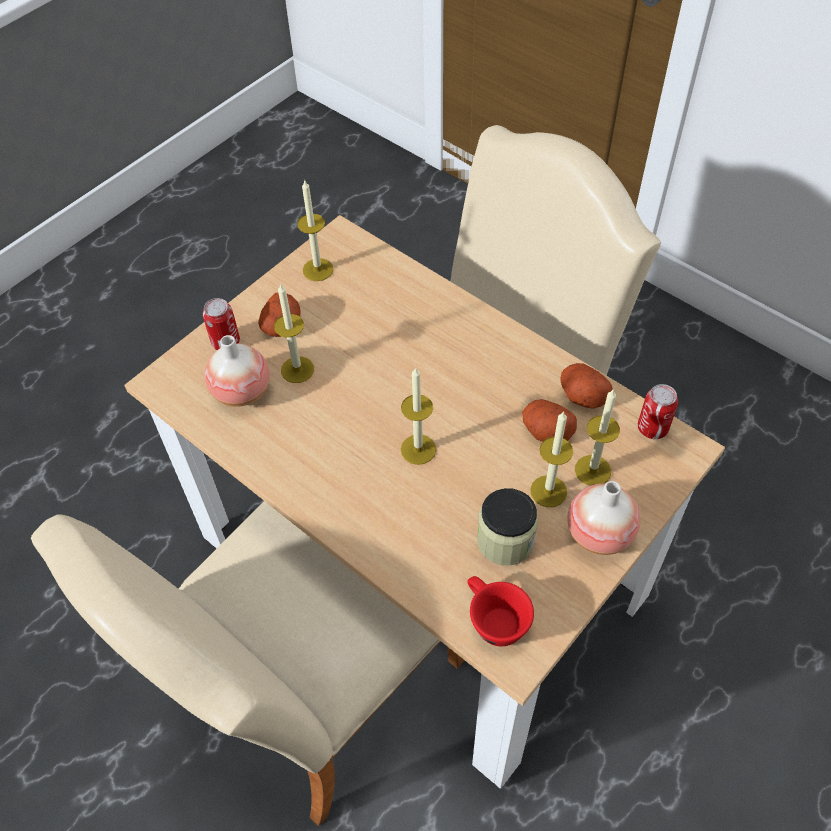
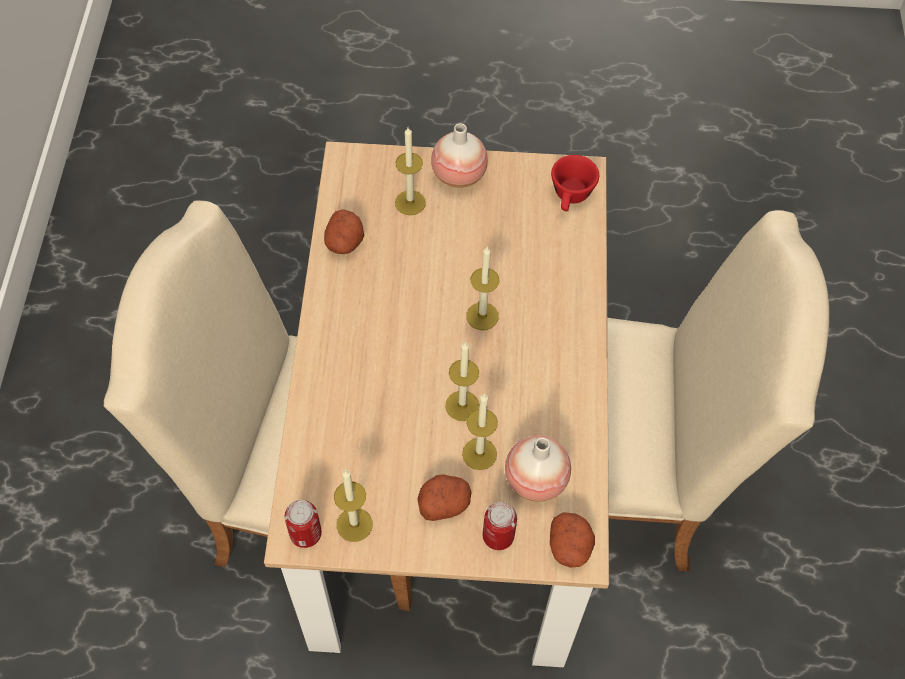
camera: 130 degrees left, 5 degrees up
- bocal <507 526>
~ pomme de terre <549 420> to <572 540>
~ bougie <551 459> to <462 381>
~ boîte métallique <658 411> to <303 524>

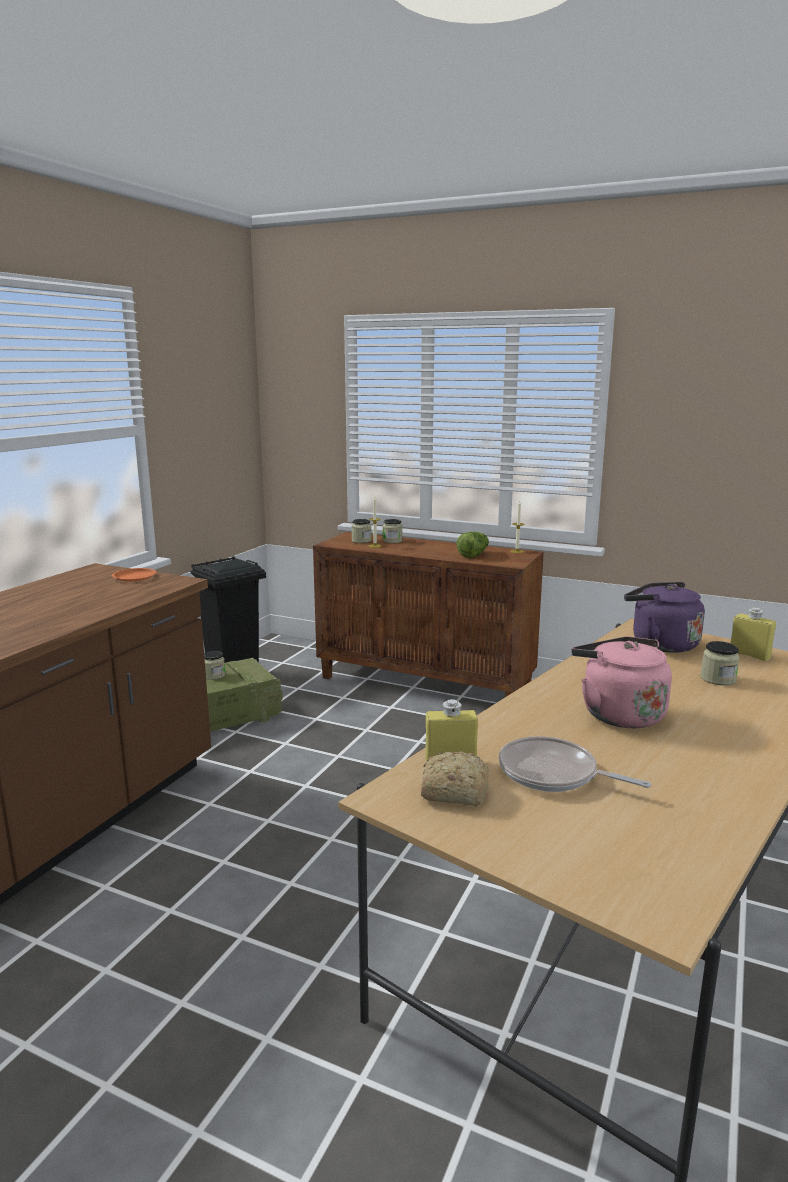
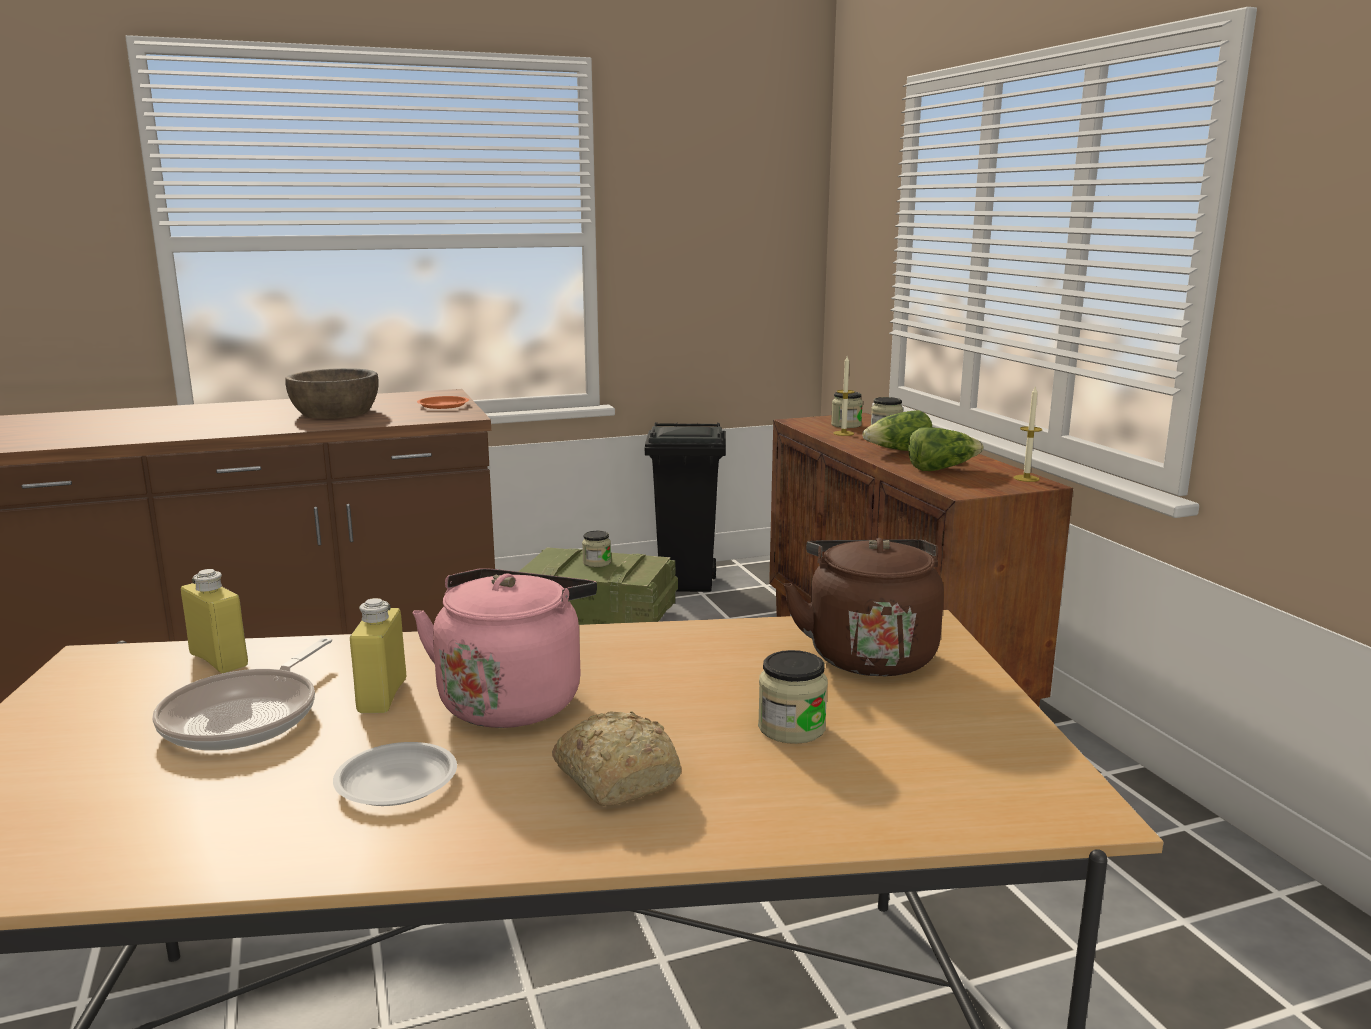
camera: 45 degrees right, 0 degrees up
~ pain <455 778> to <616 758>
~ poêle <575 764> = <242 693> 150 degrees counterclockwise
~ bouilloire [violet] <664 617> to bouilloire [marron] <863 607>
~ bouteille [jaune] <753 634> to <378 655>
+ bol [marron] <331 393>
+ assiette [blanc] <395 774>
+ laitue <897 430>

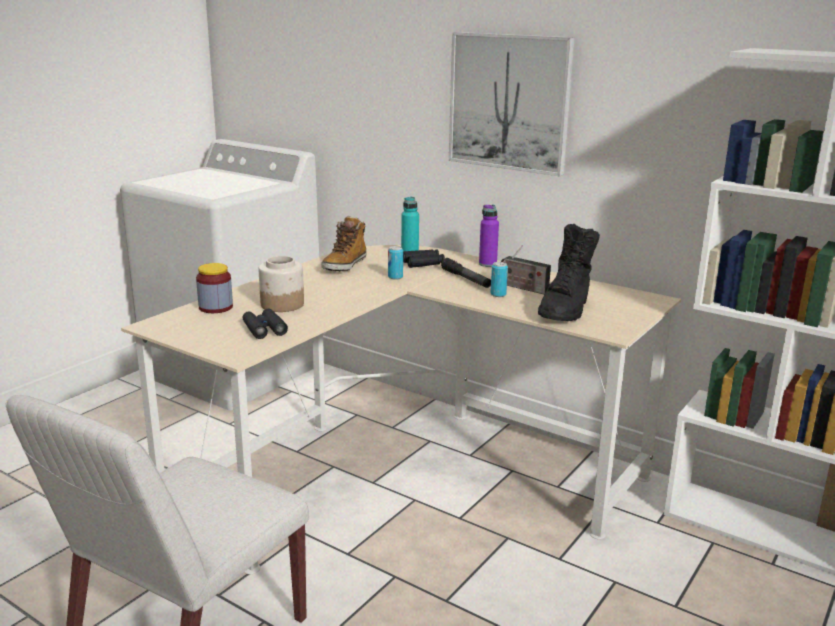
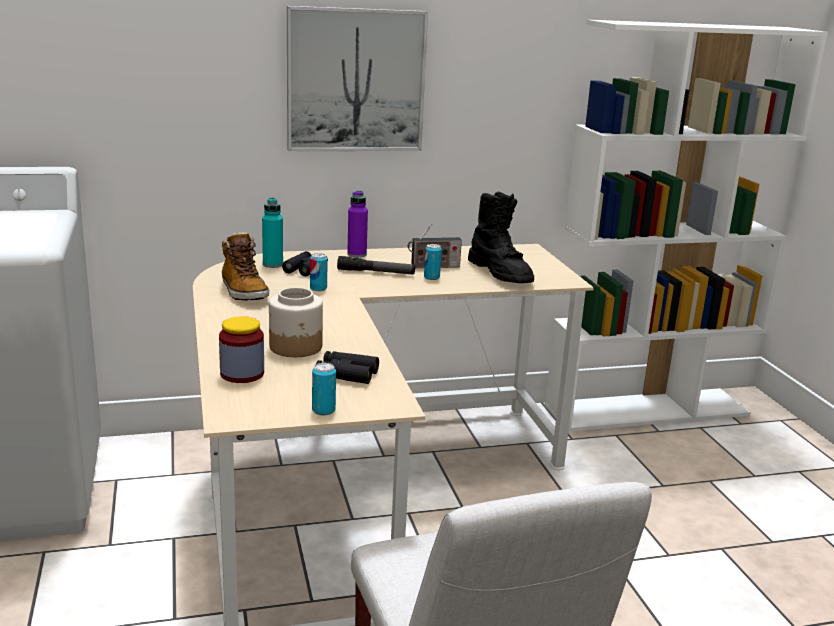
camera: 50 degrees left, 0 degrees up
+ boîte métallique <324 389>

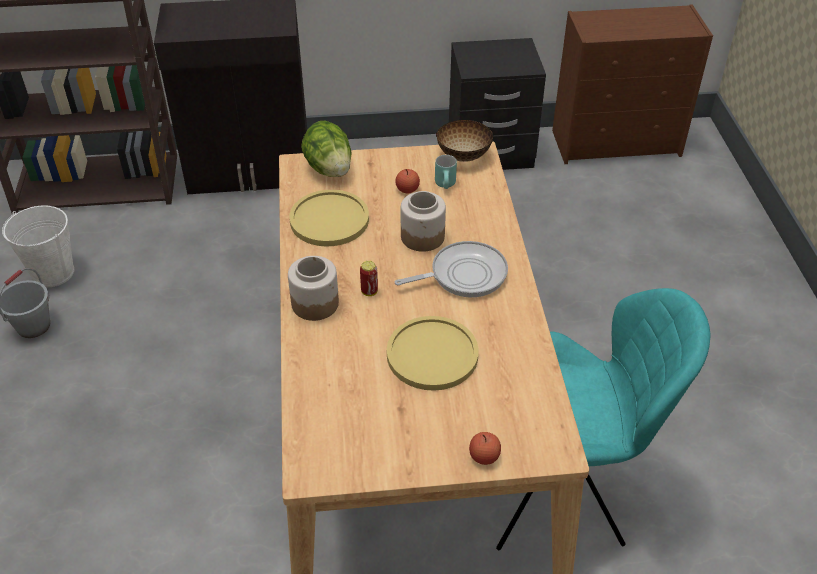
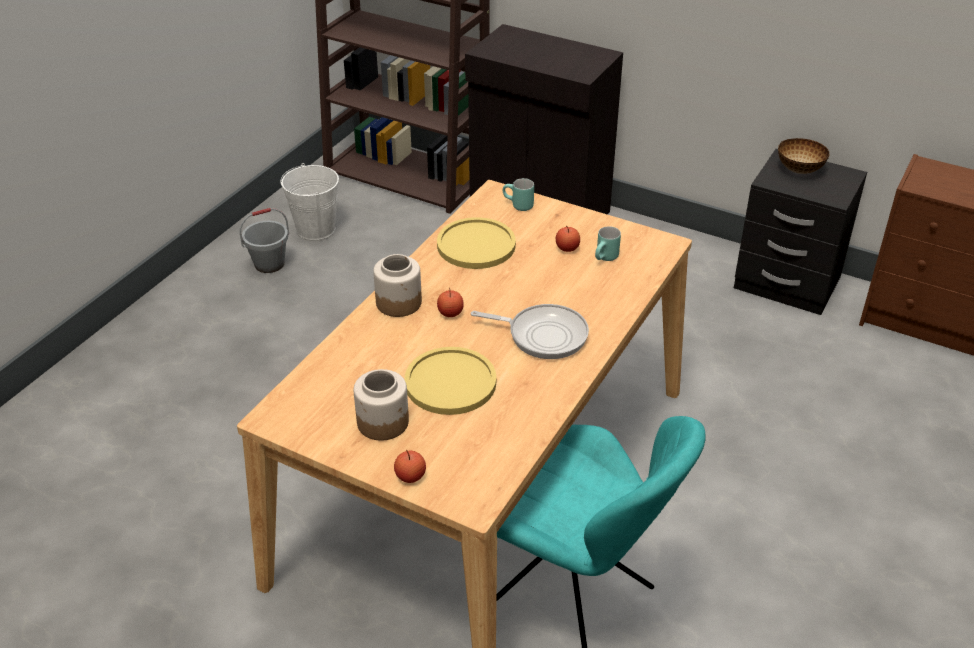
camera: 35 degrees right, 5 degrees down
~ laitue <326 148> to mug [turquoise] <518 194>
~ boîte métallique <369 278> to pomme <450 302>
~ bocal <423 221> to <381 404>
~ bol <464 141> to <803 156>

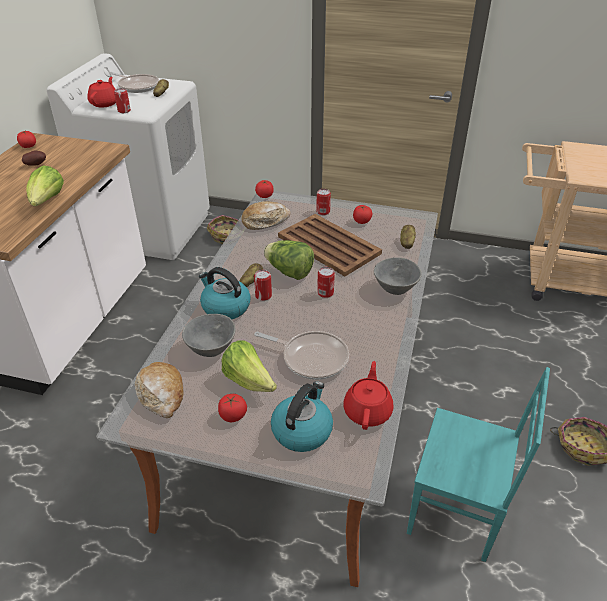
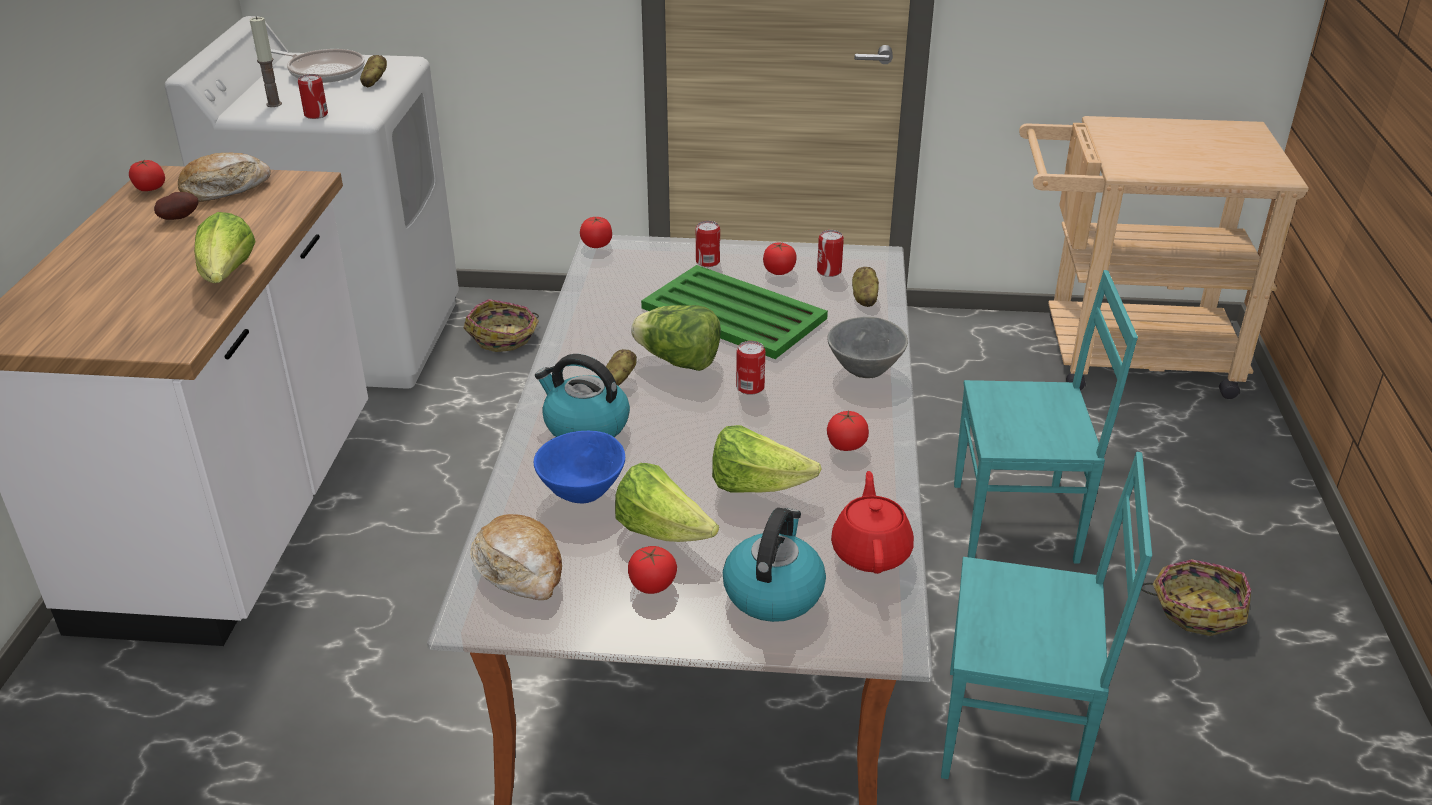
camera: 10 degrees left, 5 degrees down
~ théière [rouge] <101 92> to bougie <265 62>
~ bol [gris] <209 335> to bol [bleu] <579 467>
~ pain <266 215> to <224 177>
~ boîte métallique <263 285> to <830 253>
~ poêle <301 355> to laitue <767 459>
~ plateau [marron] <330 245> to plateau [vert] <734 312>
+ tomate <848 430>
+ chaise [turquoise] <1046 417>

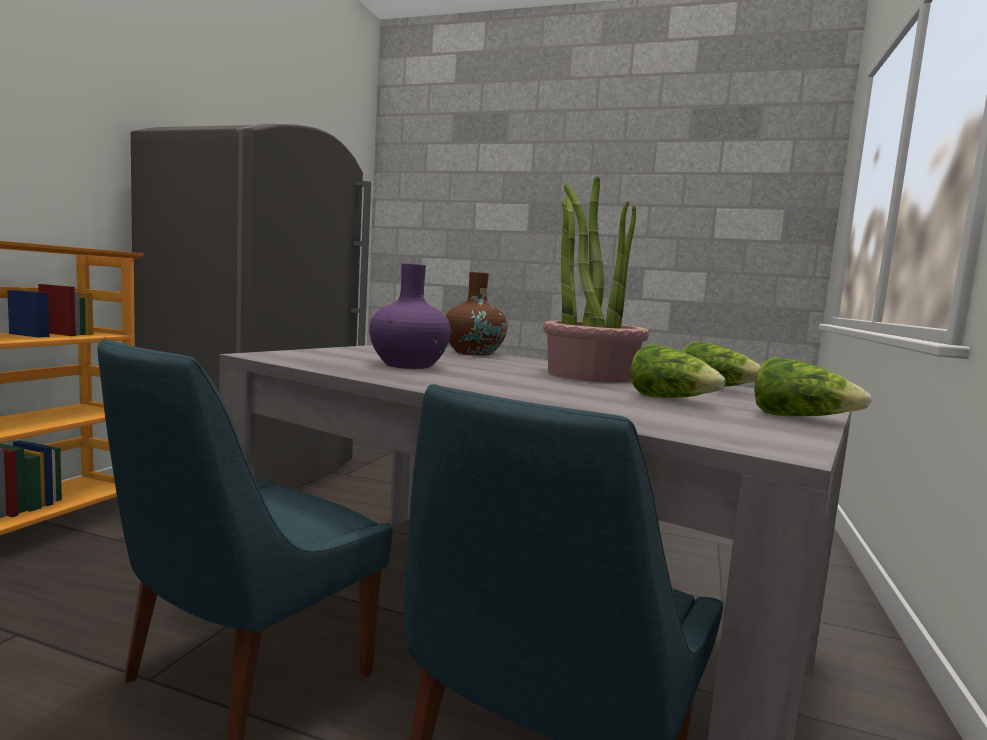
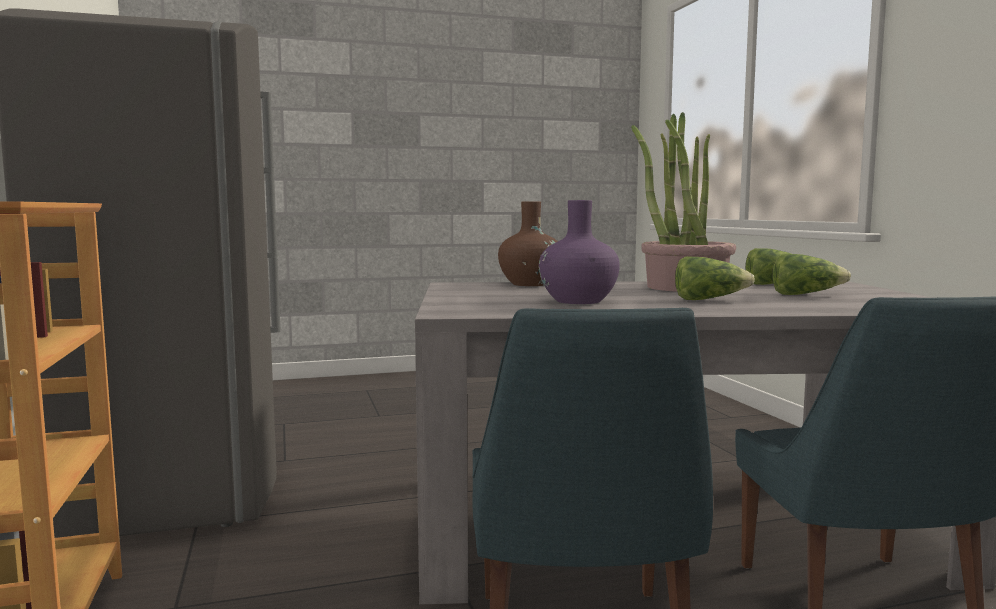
camera: 35 degrees left, 0 degrees up
~ laitue <813 386> to <715 278>

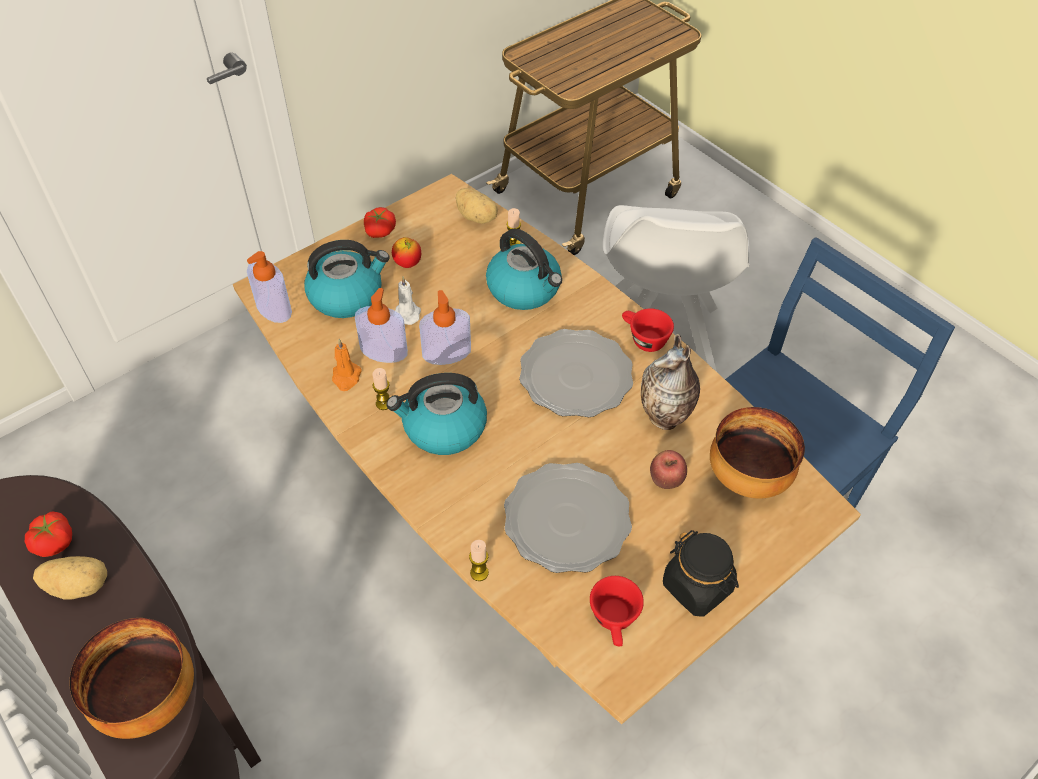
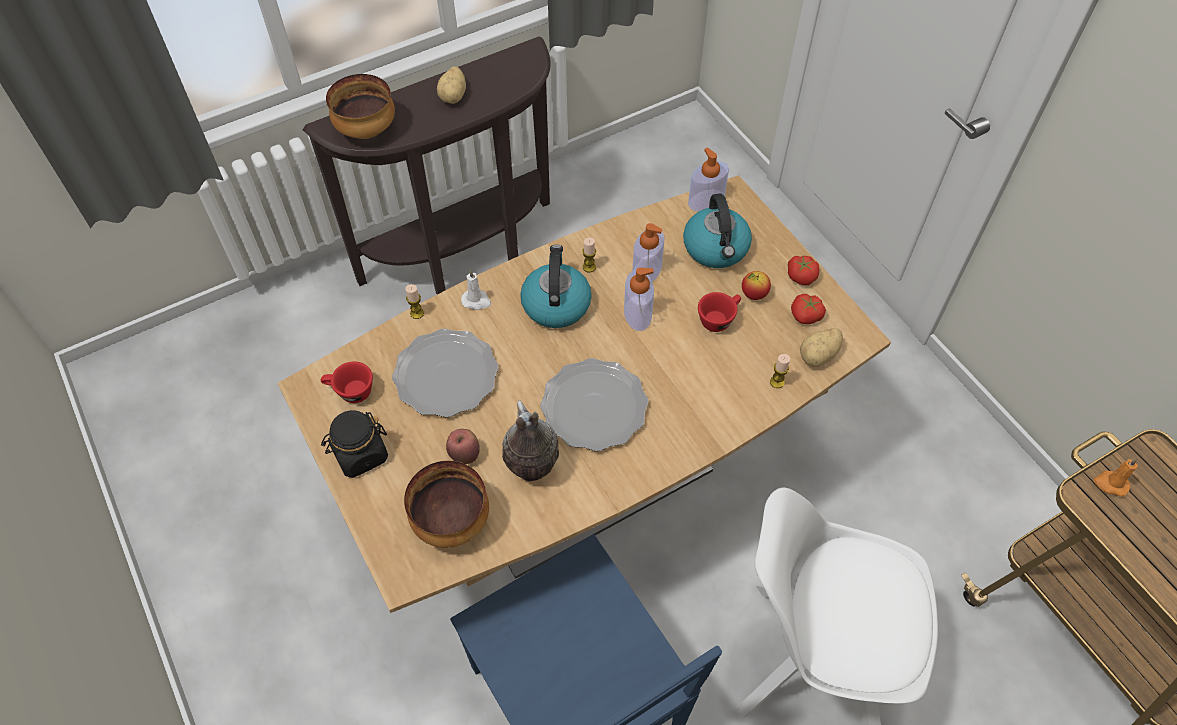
camera: 100 degrees right, 5 degrees up
~ tomate <48 534> to <808 309>
~ bougie [orange] <347 365> to <1115 477>
~ bougie [blanc] <408 301> to <476 290>
- bouilloire <524 269>
~ tasse [rouge] <648 330> to <719 312>

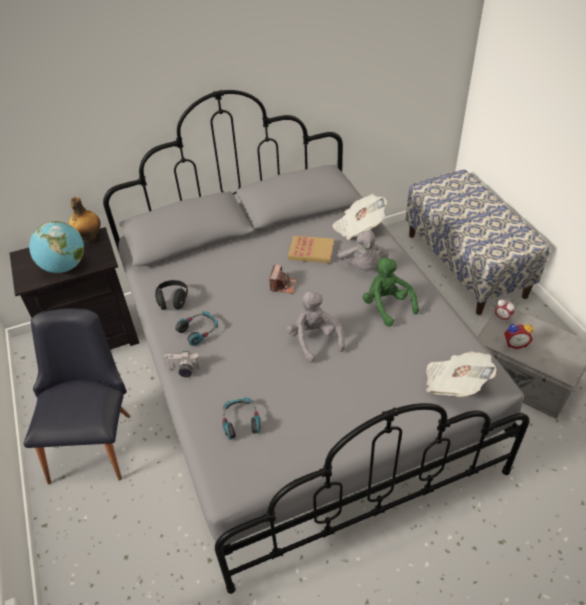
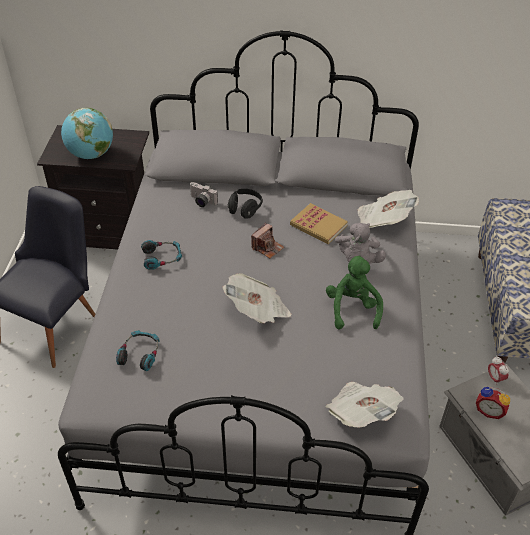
camera: 25 degrees right, 0 degrees up
- bouteille <85 219>
~ casque audio [noir] <171 295> to <245 204>
~ appareil photo <182 364> to <204 194>
~ peluche [gris] <315 326> to journal <257 298>

